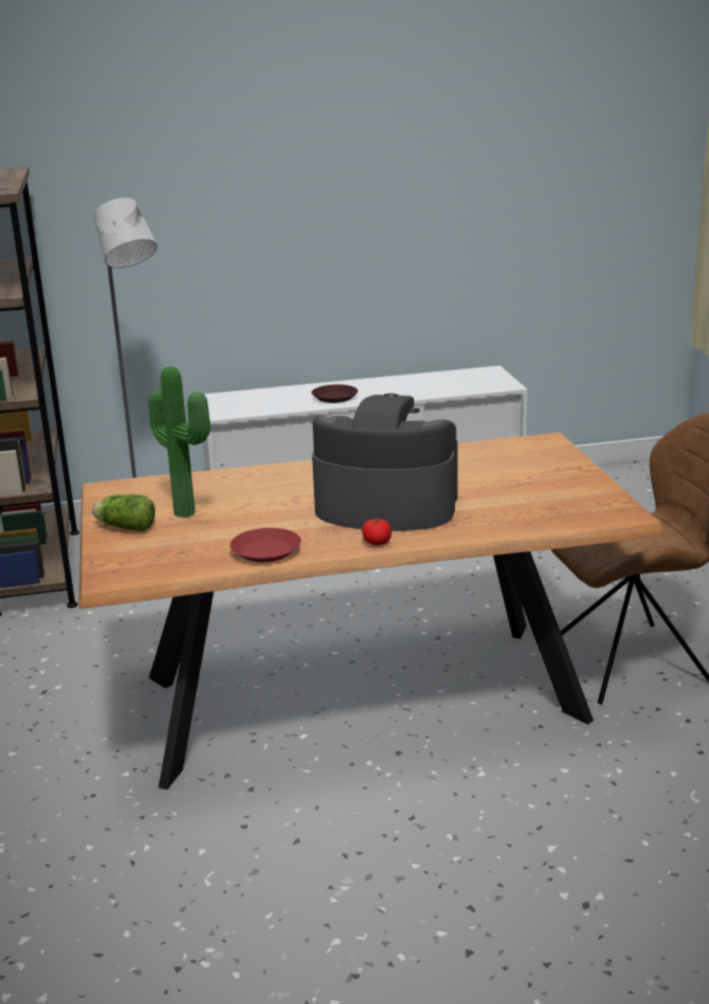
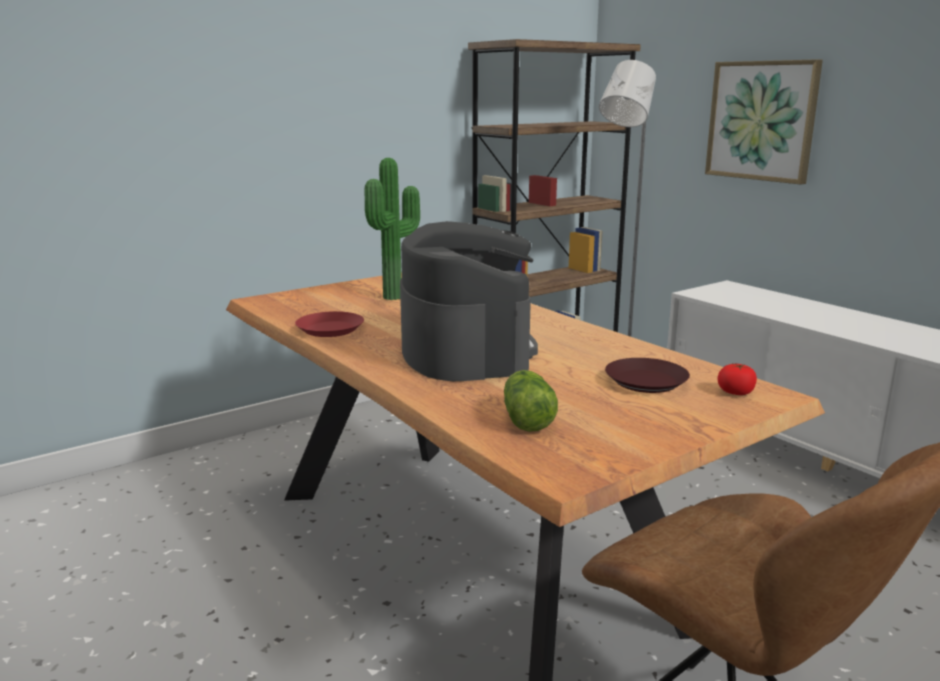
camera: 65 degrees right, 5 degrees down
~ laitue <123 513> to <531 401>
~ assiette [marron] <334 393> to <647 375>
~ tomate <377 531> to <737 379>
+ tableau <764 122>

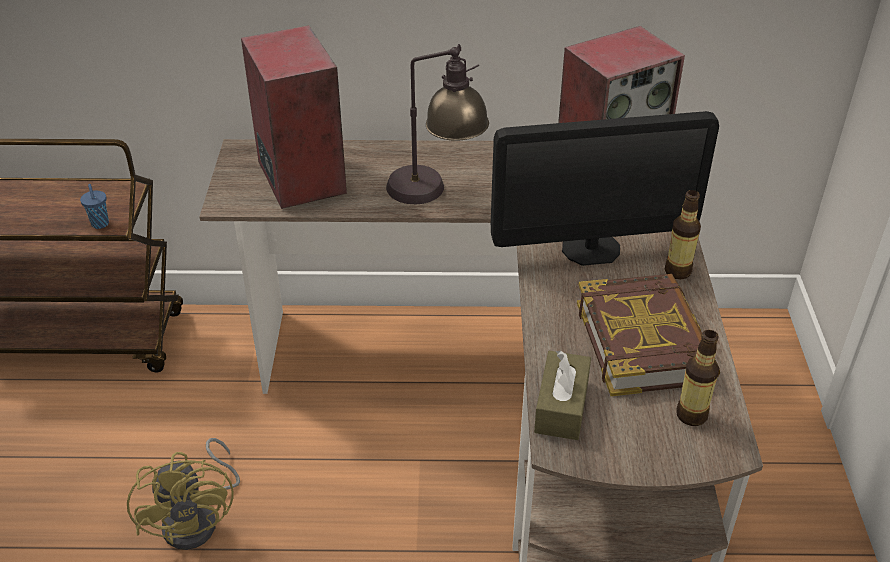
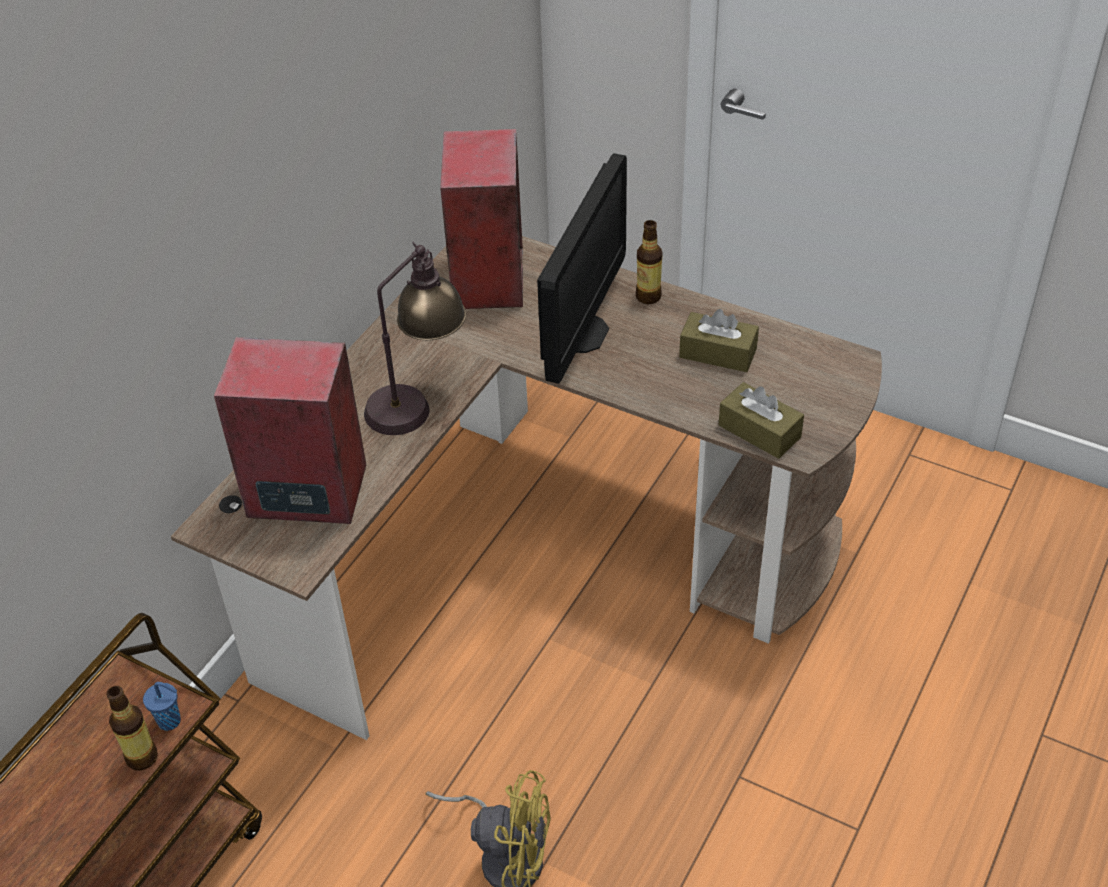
camera: 60 degrees left, 5 degrees up
~ livre <648 335> to boîte à mouchoirs [marron] <719 340>
~ bouteille <697 378> to <132 728>

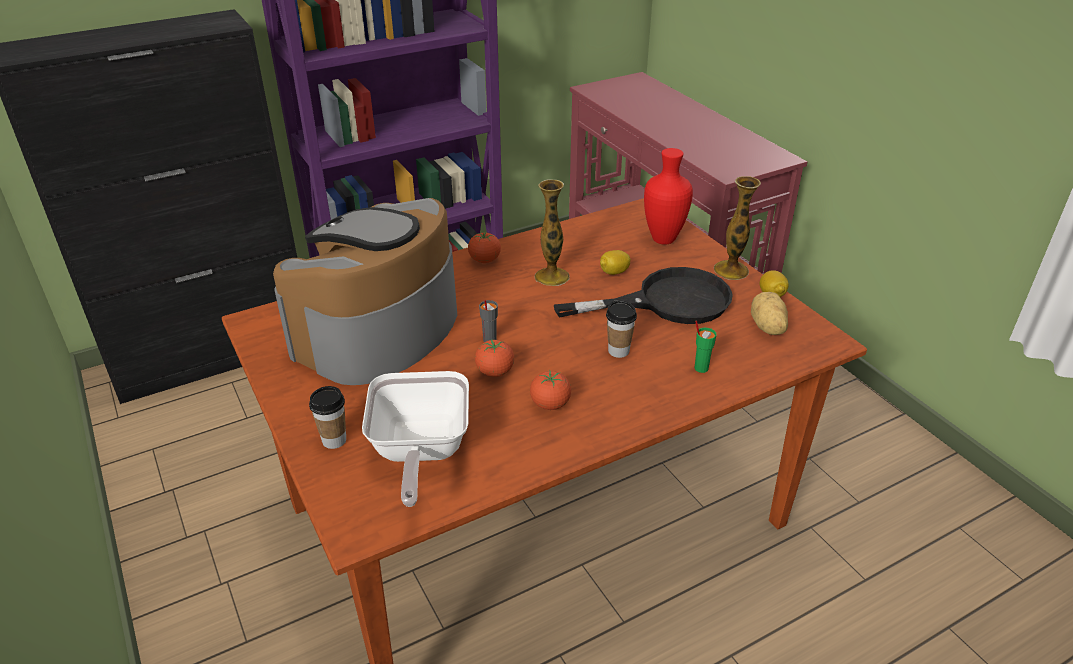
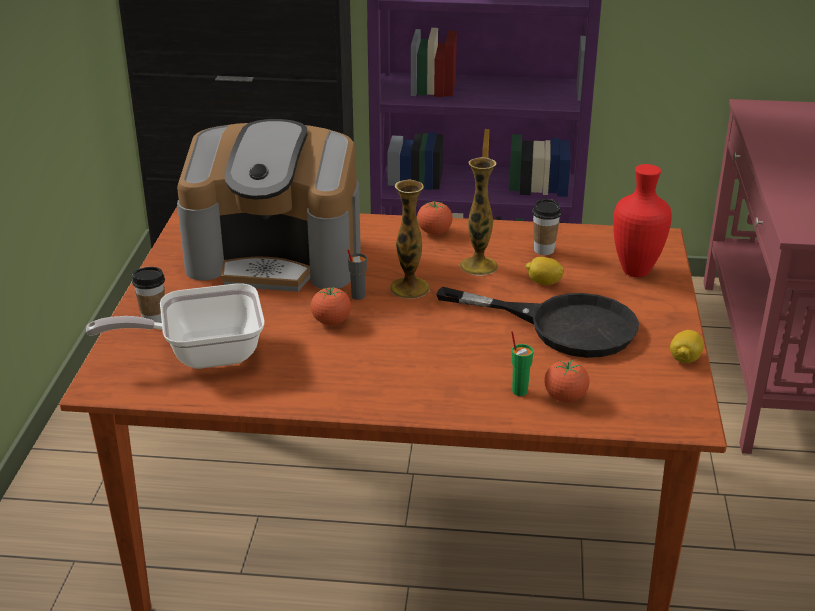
camera: 35 degrees right, 5 degrees down
~ machine à café <365 291> = <269 205> 150 degrees counterclockwise
~ poêle <415 439> = <175 326> 45 degrees clockwise
~ tomate <550 389> to <566 380>
~ tasse <621 329> to <546 227>
~ vase <737 228> to <410 239>
- pomme de terre <769 313>

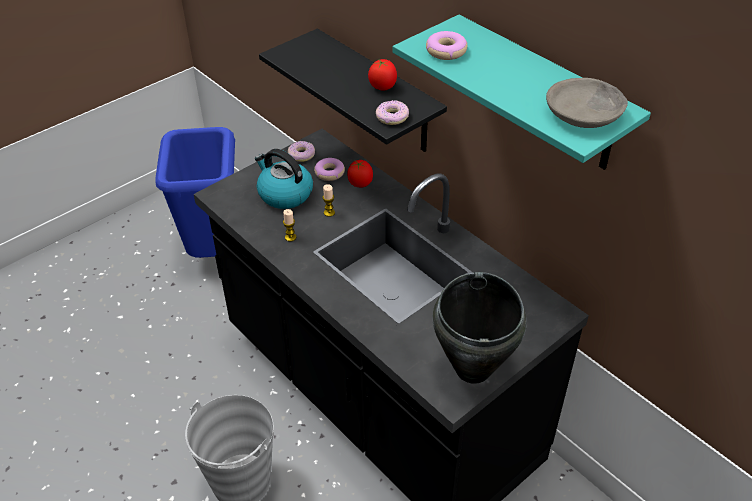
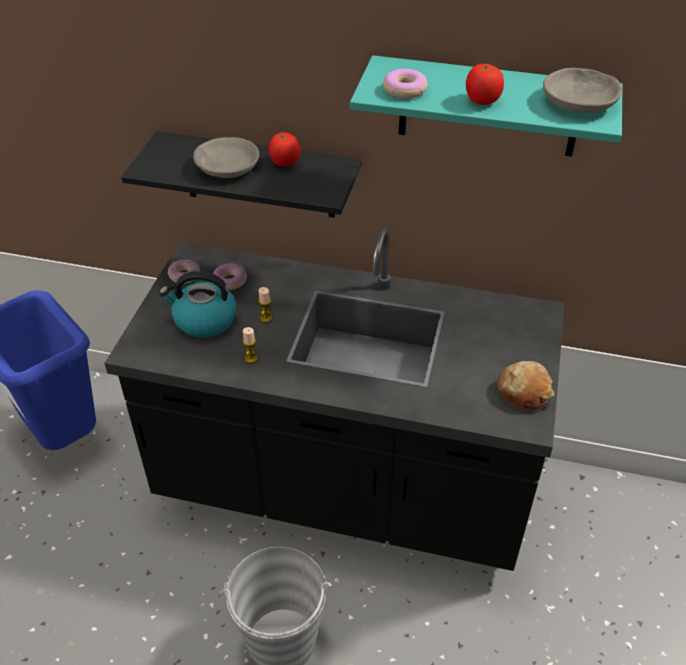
camera: 35 degrees left, 0 degrees up
~ tomate <360 174> to <485 84>
- beignet <392 112>
~ marmite [noir] <479 328> to pain <525 386>
+ bol [gris] <226 157>

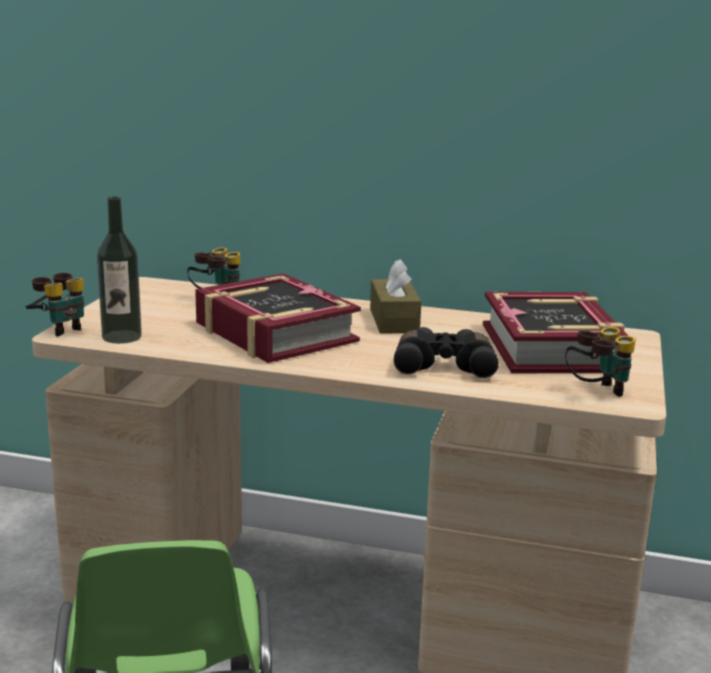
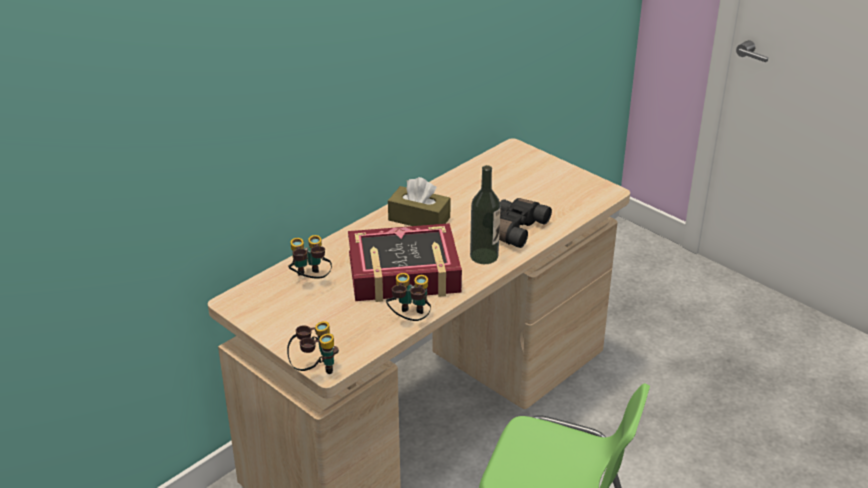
camera: 60 degrees left, 15 degrees up
~ bouteille <119 270> to <485 214>
- livre <556 332>
~ jumelles <600 362> to <408 297>

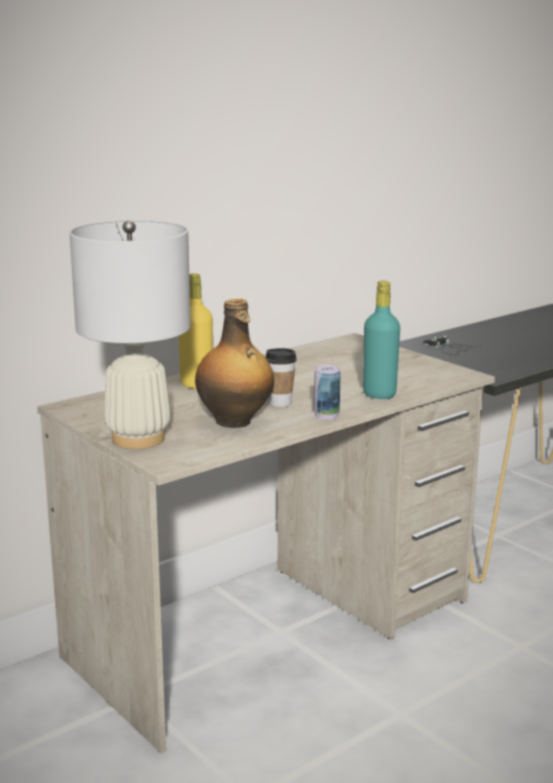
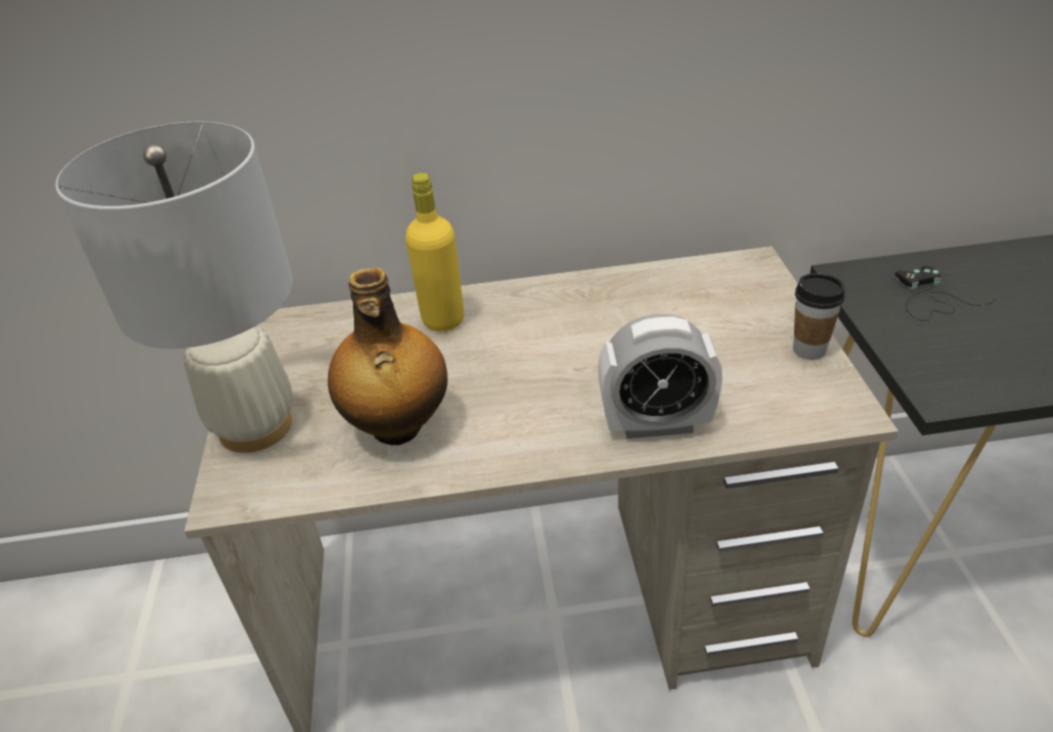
camera: 35 degrees right, 20 degrees up
~ tasse <281 377> to <819 317>
- boîte métallique <327 392>
~ bouteille [turquoise] <381 340> to réveil <660 376>

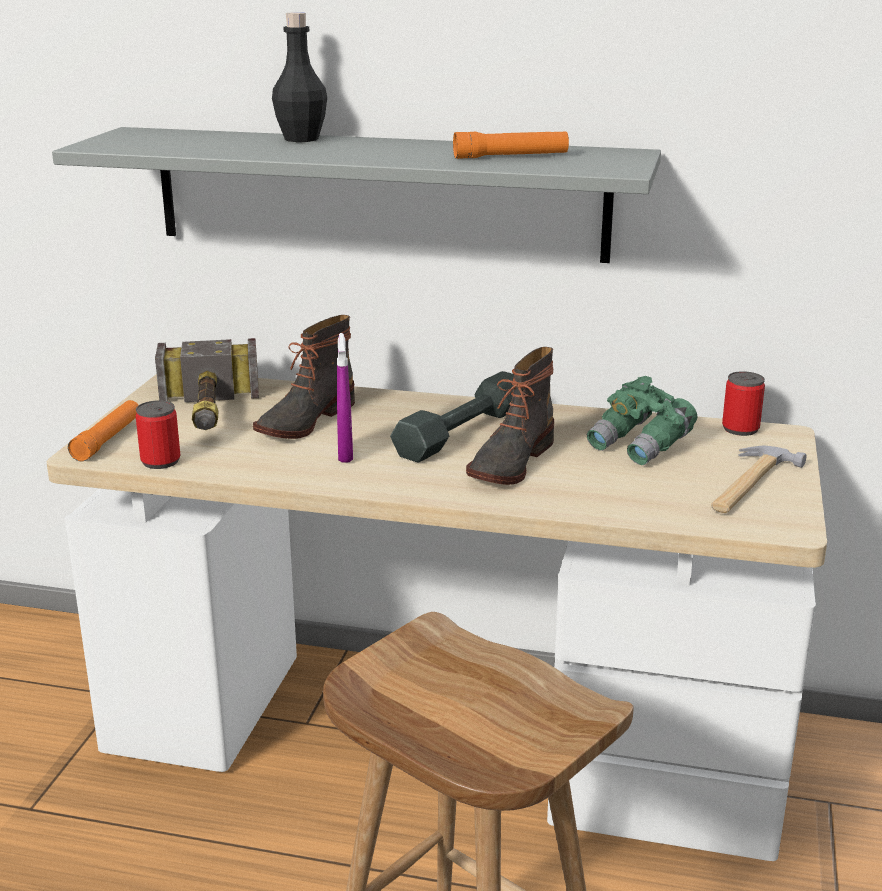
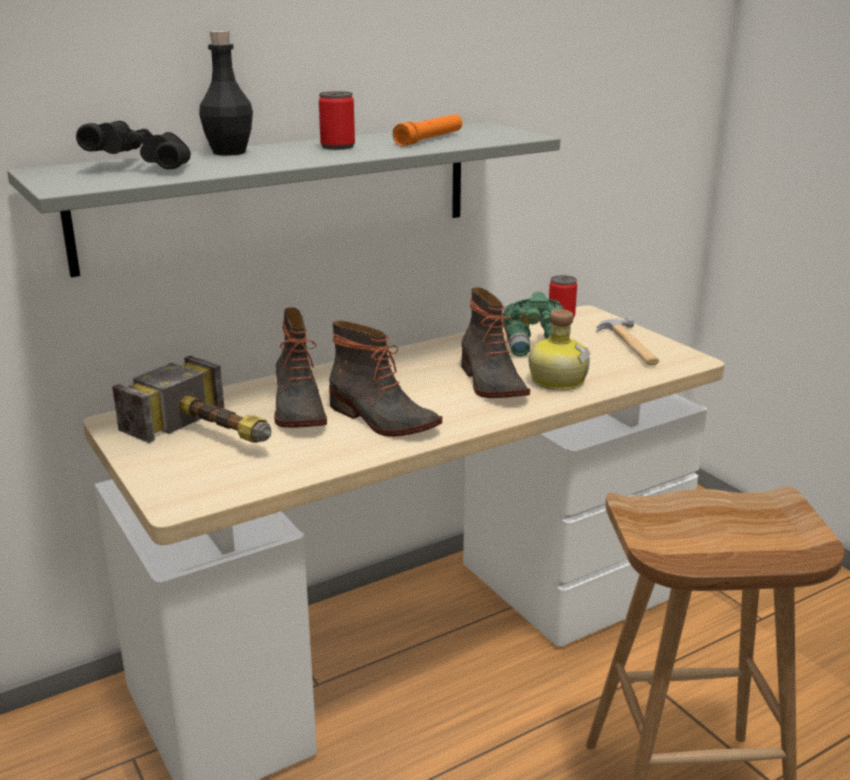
camera: 45 degrees left, 0 degrees up
- lampe de poche [orange] <103 430>
~ boîte métallique <157 434> to <337 120>
~ vaporisateur [violet] <345 398> to botte <385 379>
- haltère [gris] <452 416>
+ jumelles [noir] <133 145>
+ bouteille <559 349>

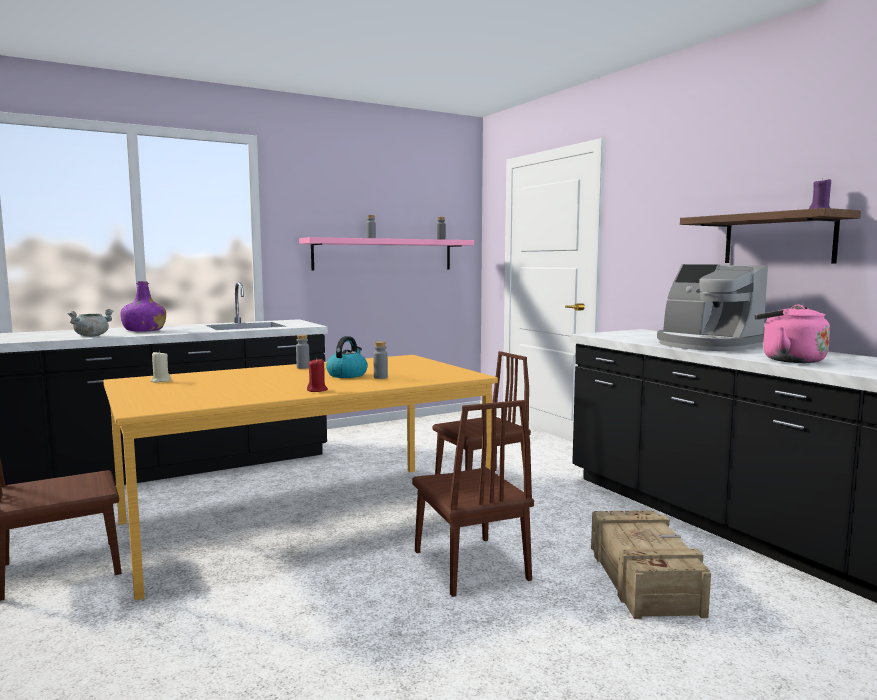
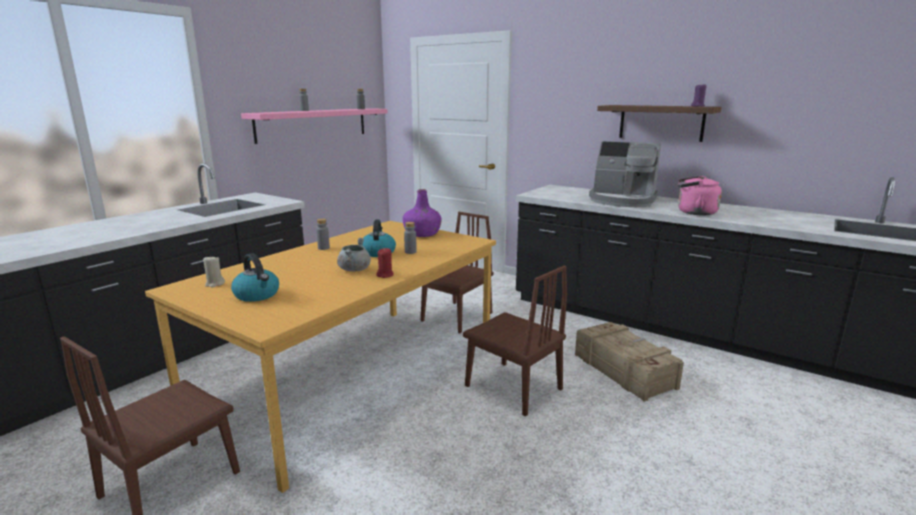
camera: 25 degrees left, 10 degrees up
~ marmite [gris] <91 323> to <354 254>
~ bouteille [violet] <143 306> to <422 213>
+ bouilloire <255 278>

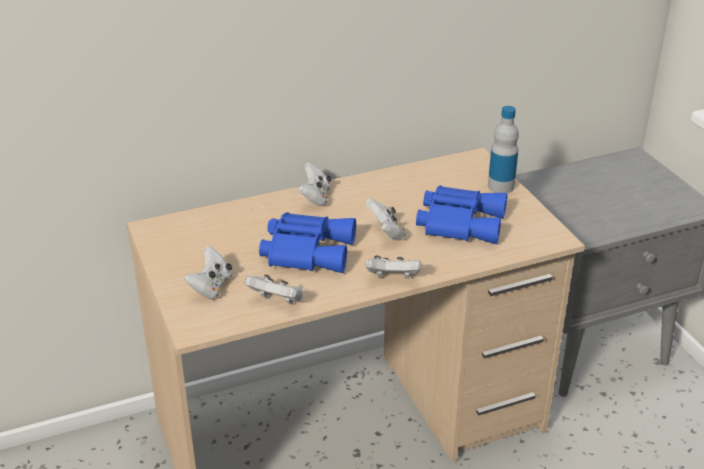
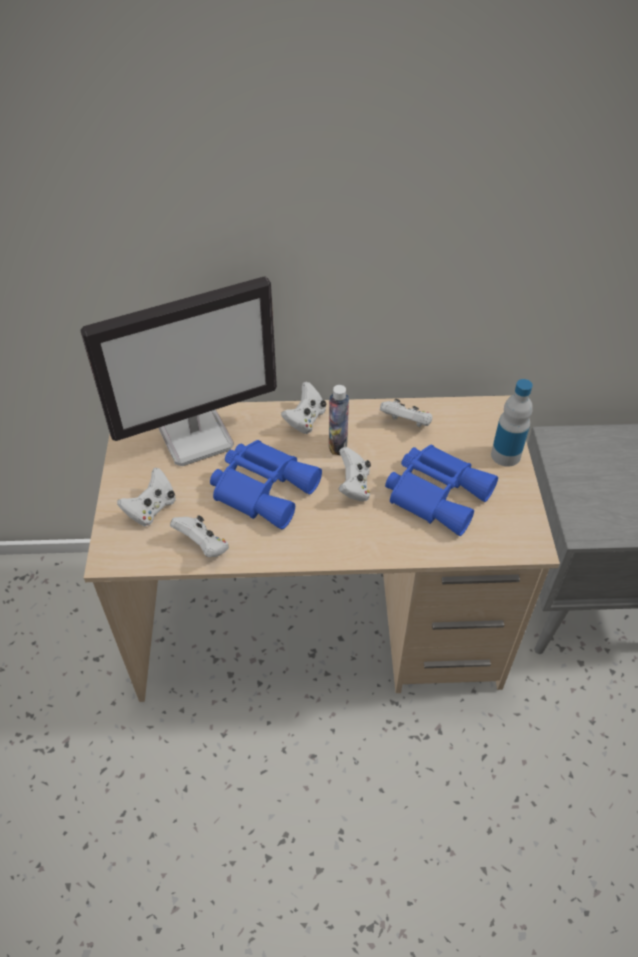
camera: 20 degrees right, 15 degrees up
~ manette [blanc] <393 267> to <406 413>
+ écran d'ordinateur <178 371>
+ bouteille <339 420>

